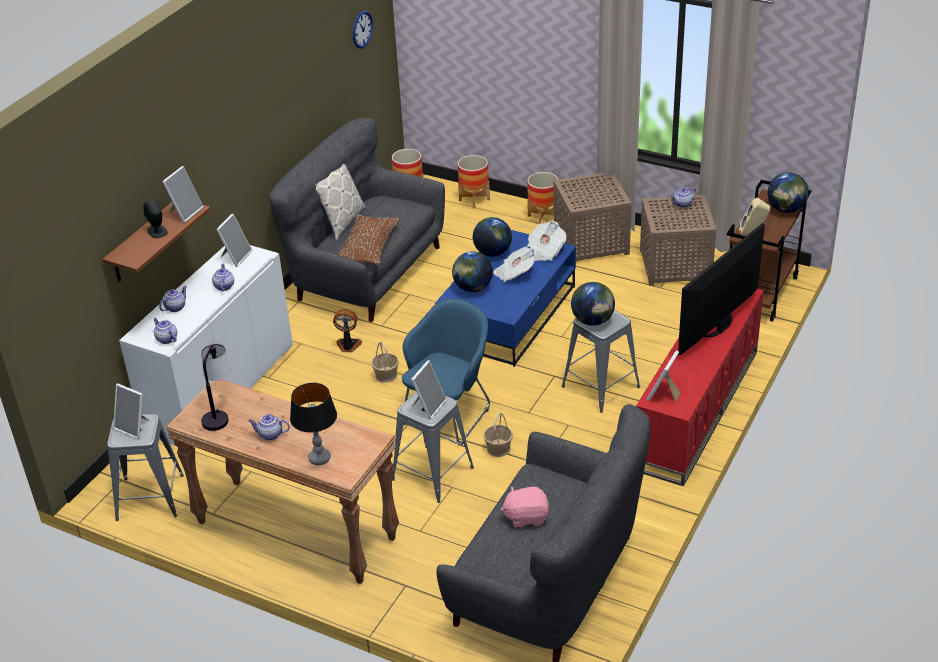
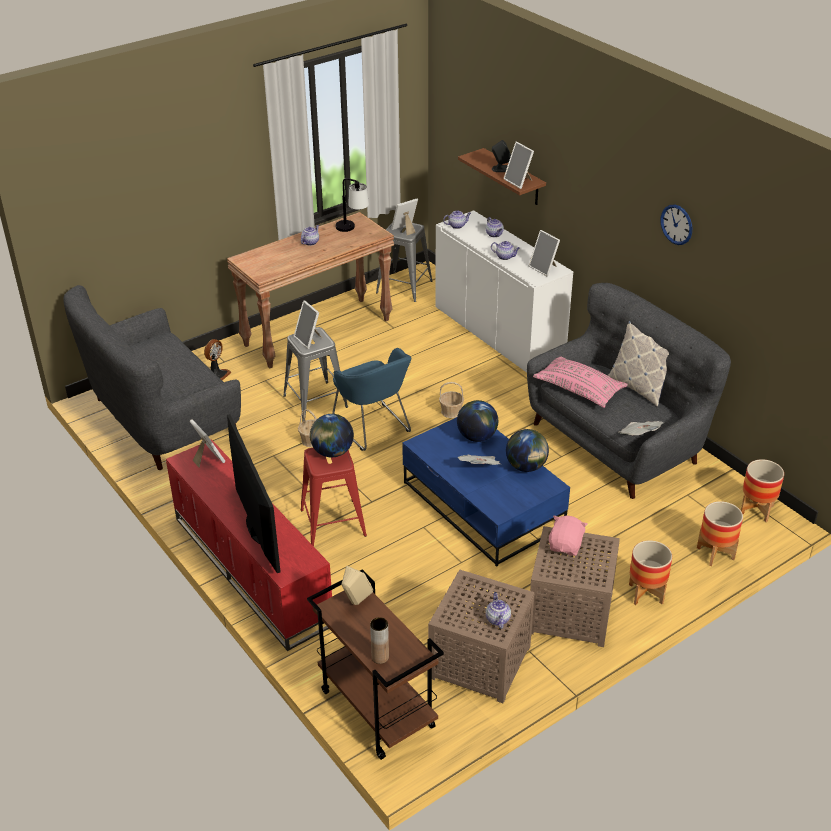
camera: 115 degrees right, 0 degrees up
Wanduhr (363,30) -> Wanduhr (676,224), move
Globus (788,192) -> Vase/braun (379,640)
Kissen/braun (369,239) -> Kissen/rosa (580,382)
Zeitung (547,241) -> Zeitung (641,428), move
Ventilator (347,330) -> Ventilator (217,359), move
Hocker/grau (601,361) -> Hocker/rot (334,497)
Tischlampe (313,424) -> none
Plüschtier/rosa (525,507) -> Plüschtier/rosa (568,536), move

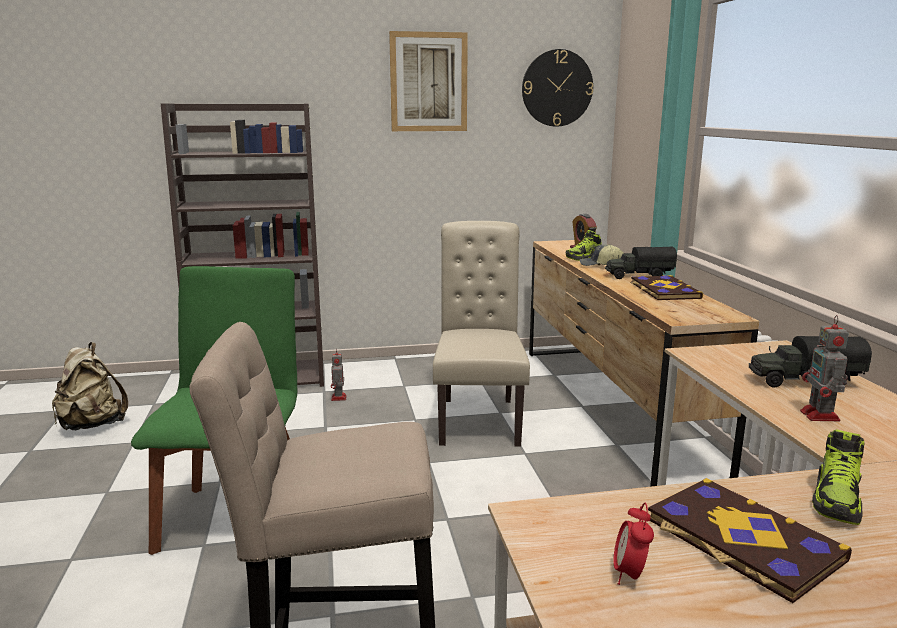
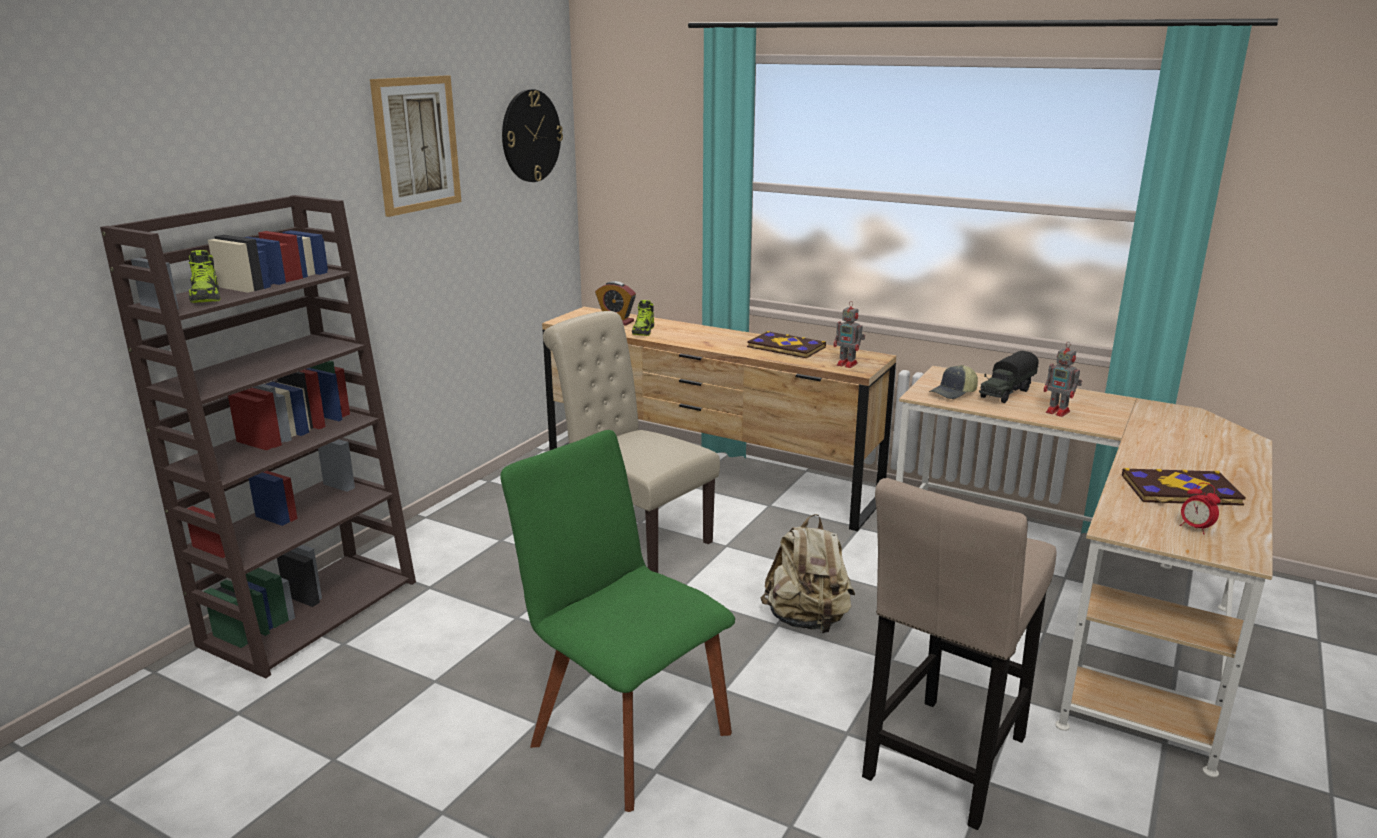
camera: 50 degrees left, 5 degrees up
Kappe (601,255) -> Kappe (953,382), move
Spielzeuglaster (641,263) -> none
Rucksack/beige (90,386) -> Rucksack/beige (807,573), move
Spielzeugroboter (339,374) -> Spielzeugroboter (849,334), move
Schuh (838,477) -> Schuh (204,276), move

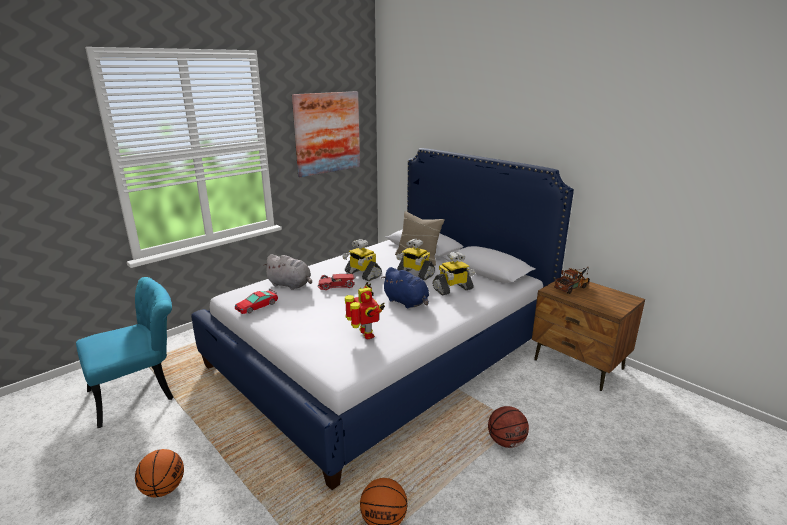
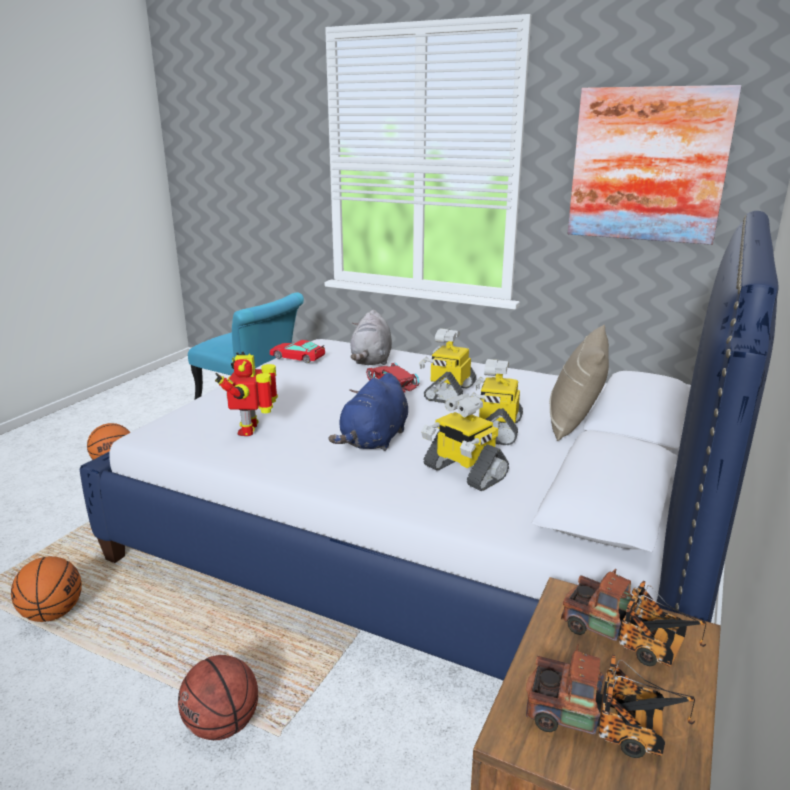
camera: 70 degrees right, 0 degrees up
Spielzeugroboter (365,310) -> Spielzeugroboter (246,394), 135 degrees clockwise
none -> Spielzeuglaster (610,701)

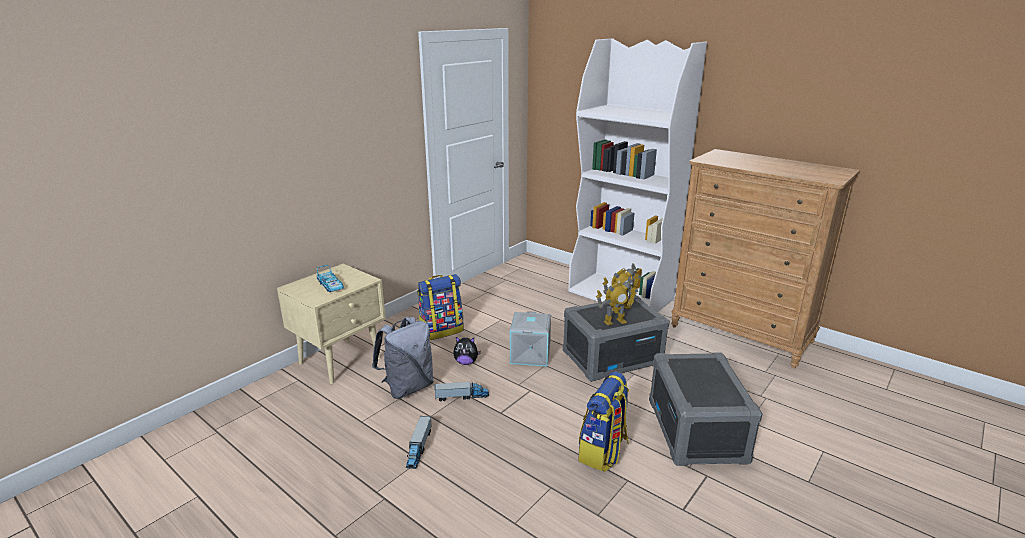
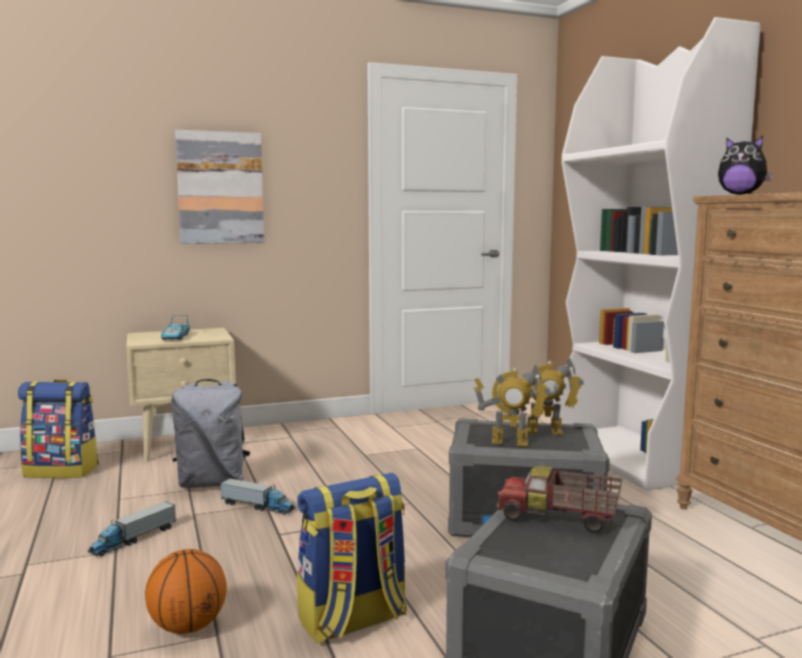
camera: 30 degrees right, 15 degrees down
Rucksack (440,307) -> Rucksack (58,428), move
Aufbewahrungsbox/grau (530,339) -> none
Plüschtier (467,351) -> Plüschtier (745,165), move
none -> Bild (219,187)
none -> Spielzeuglaster (560,499)
none -> Basketball (186,591)

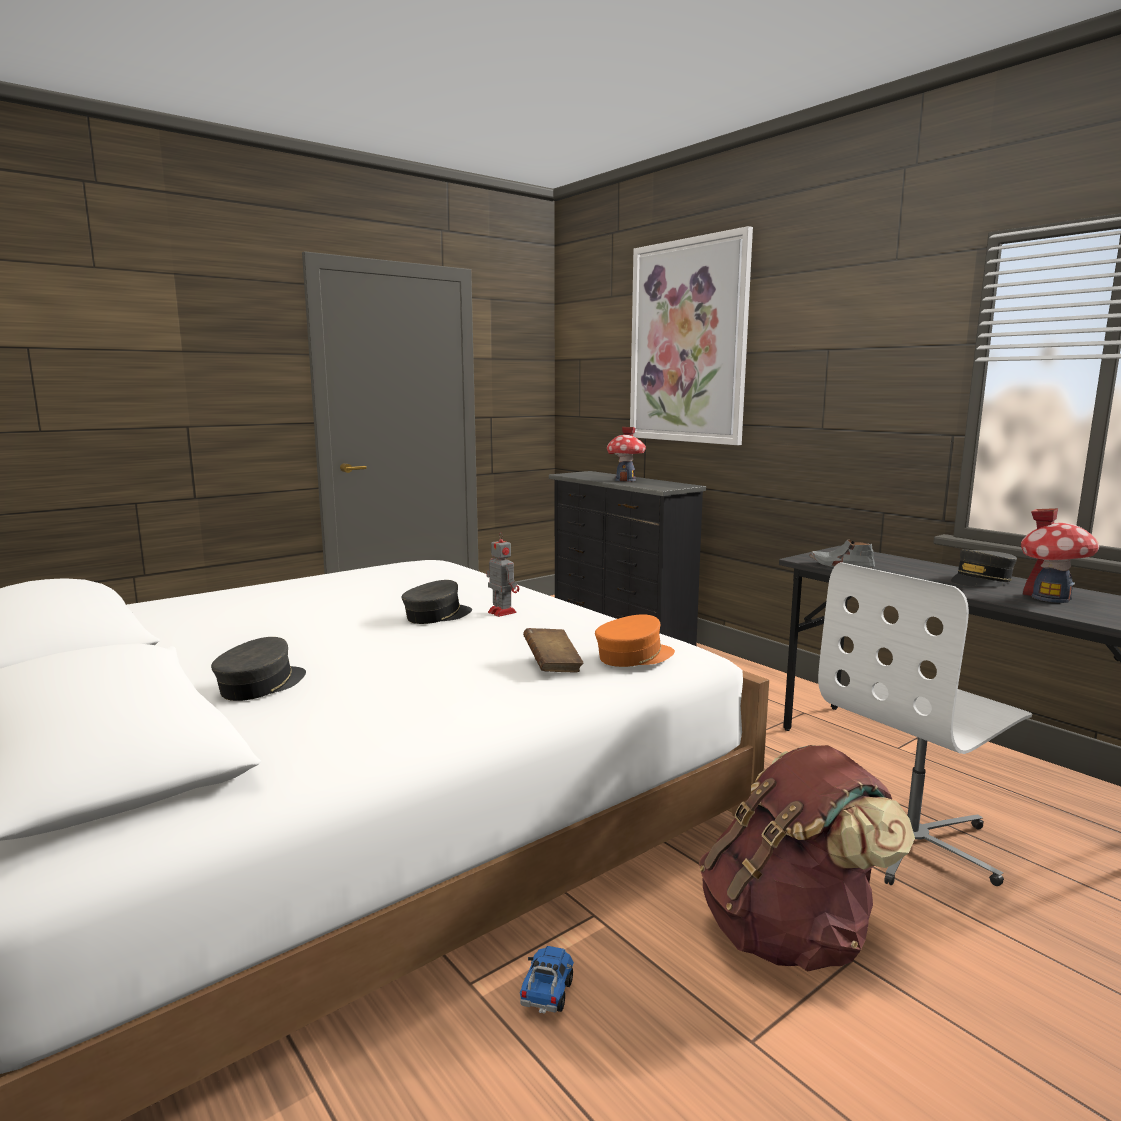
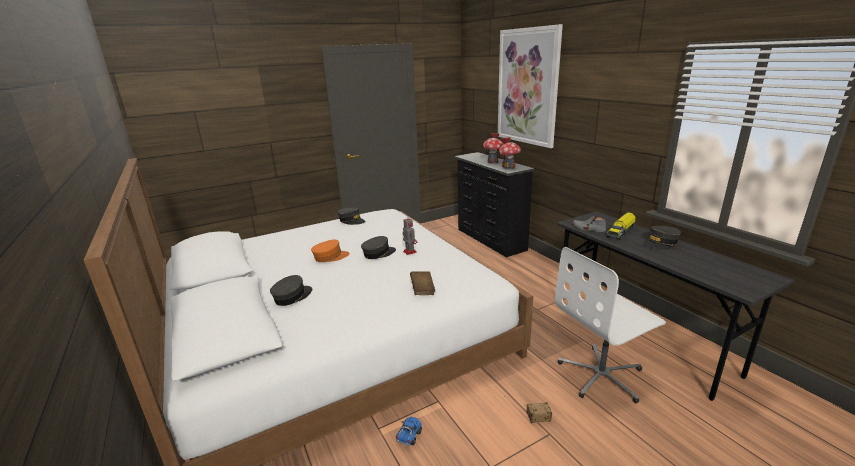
camera: 10 degrees right, 10 degrees up
Spielzeughaus (1060,555) -> Spielzeughaus (510,153), move
Kappe/orange (635,640) -> Kappe/orange (330,251), move
Rucksack/braun (807,858) -> Aufbewahrungsbox (528,409)
none -> Kappe/grau (351,216)
none -> Spielzeuglaster (621,226)

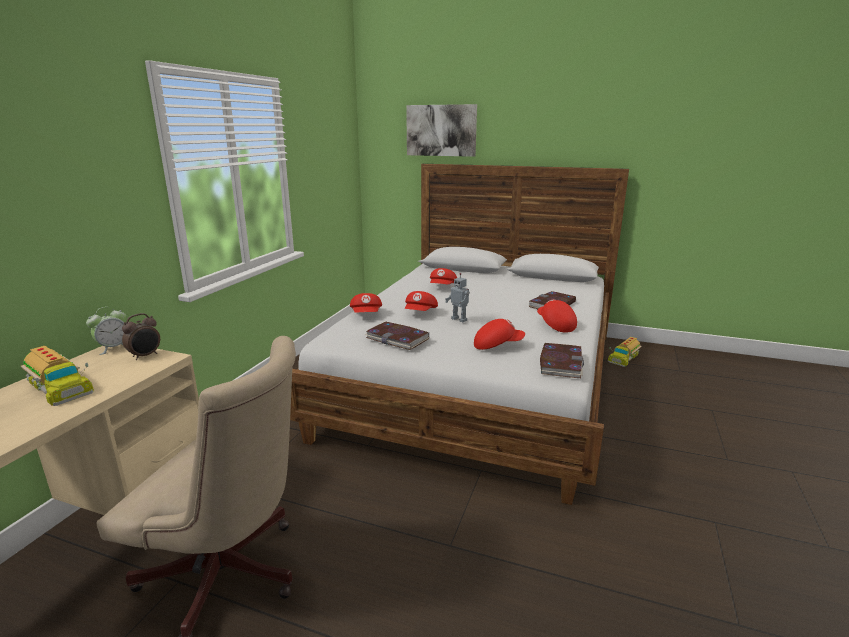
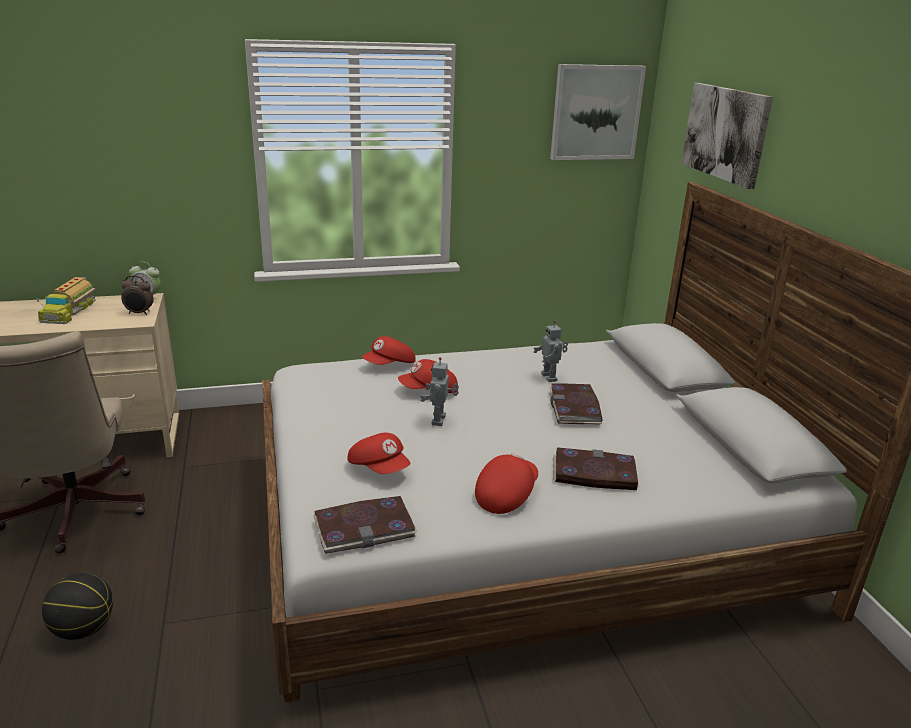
camera: 55 degrees right, 5 degrees up
Kappe/rot (443,276) -> Spielzeugroboter (550,351)
Buch (397,336) -> Buch (576,403), move
Spielzeuglaster (625,352) -> none
none -> Bild (598,112)
none -> Basketball (77,606)

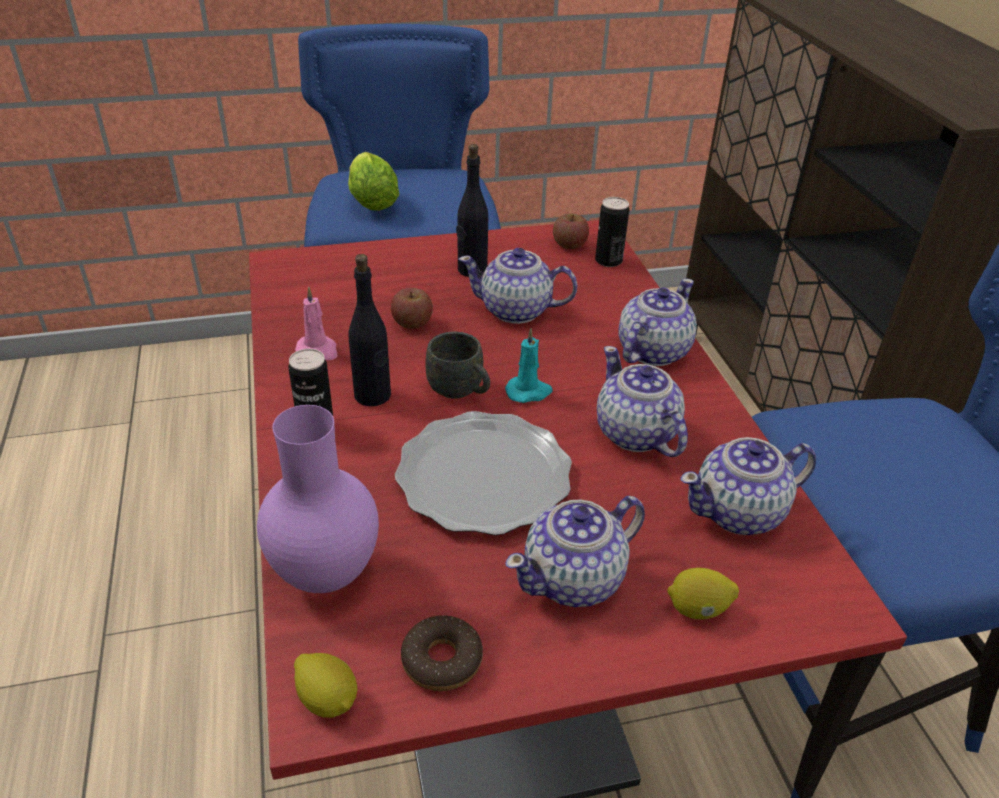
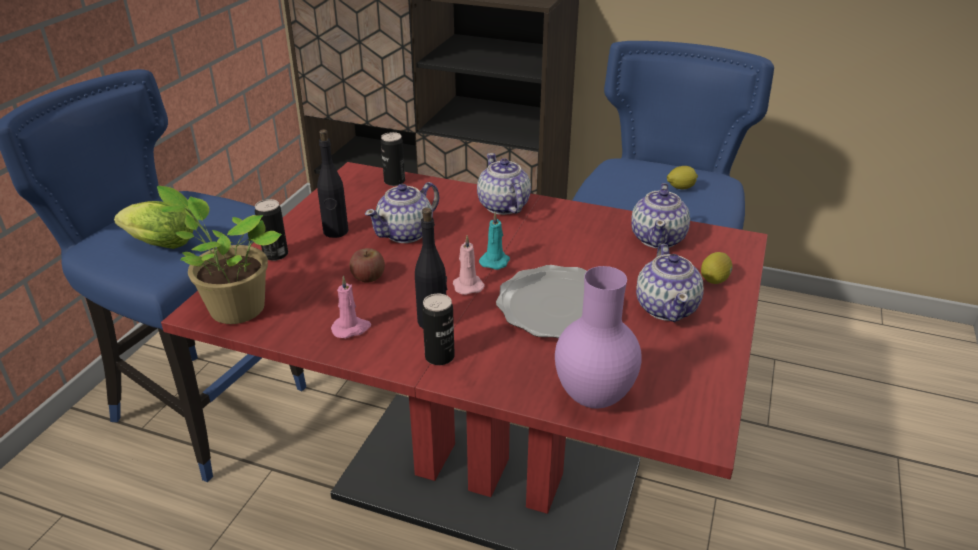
camera: 55 degrees left, 5 degrees down
Apfel (571,231) -> none
Henkelbecher/grau (457,365) -> Kerze/rosa (469,265)
Teekanne (642,401) -> none
Donut (442,653) -> none
Zitrone (325,685) -> Zitrone (682,177), move
none -> Topfpflanze (219,255)
none -> Dose (271,230)

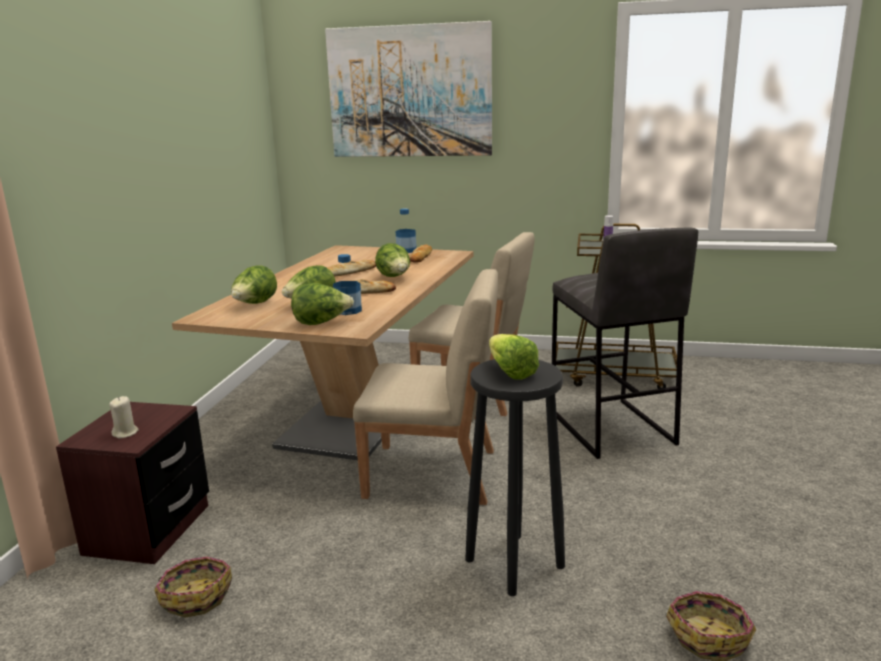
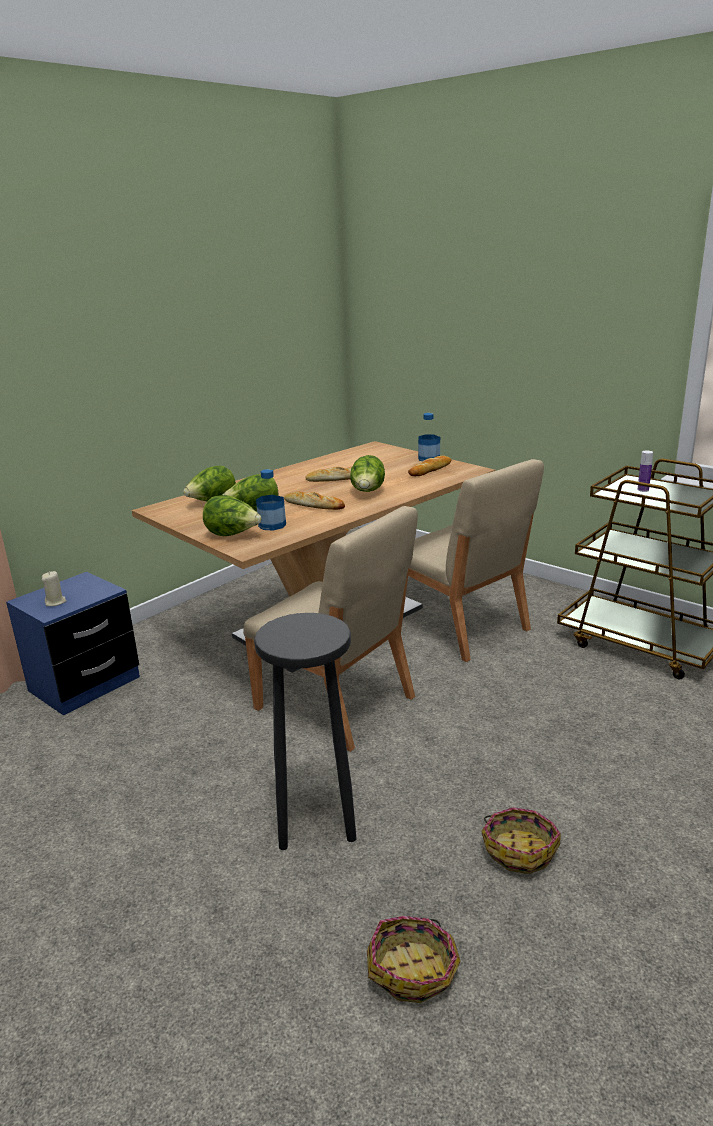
camera: 30 degrees right, 5 degrees up
Bild (408,89) -> none
Hocker/grau (625,343) -> none
Salatkopf (514,357) -> none
Nachttisch/braun (132,483) -> Nachttisch/blau (73,644)
Korb (193,587) -> Korb (521,840), move

